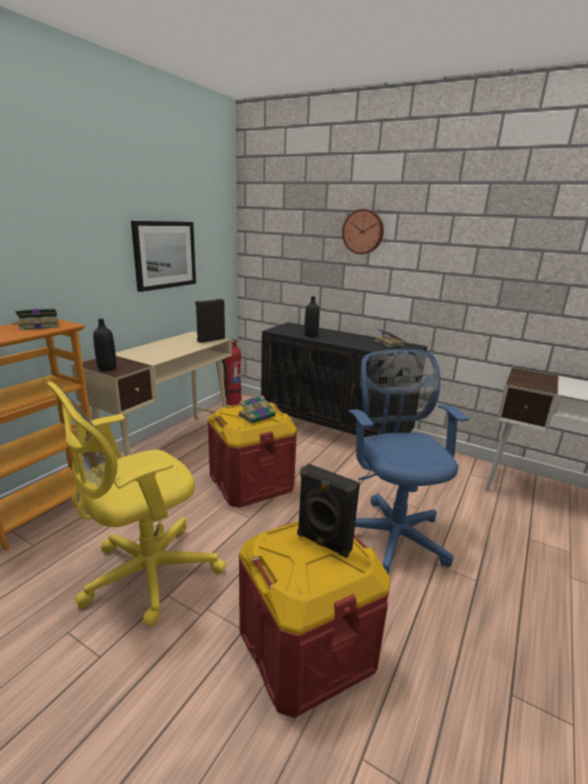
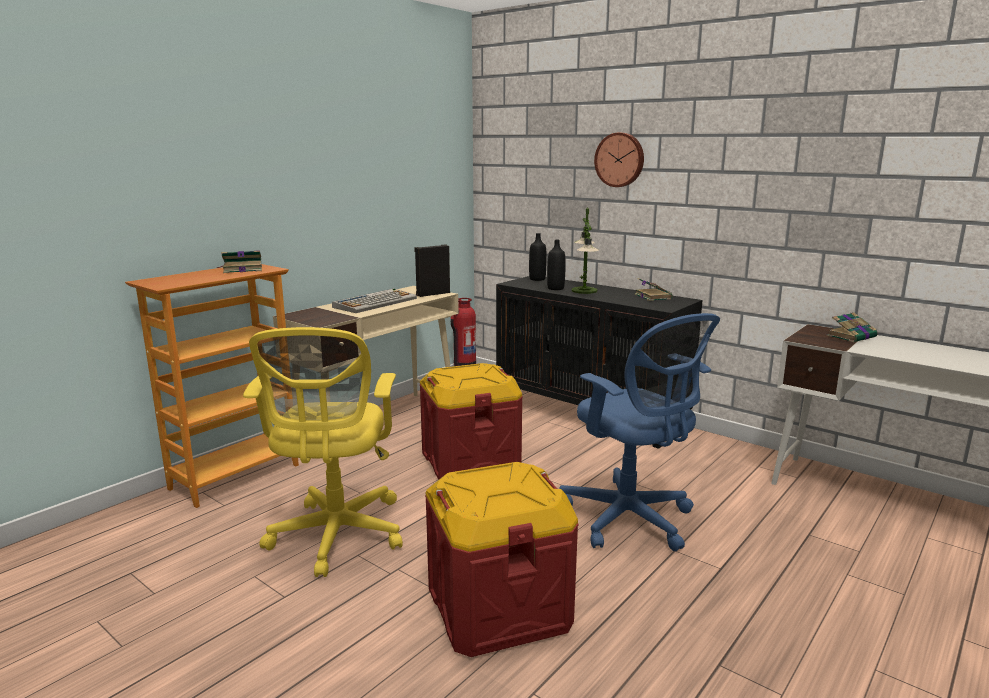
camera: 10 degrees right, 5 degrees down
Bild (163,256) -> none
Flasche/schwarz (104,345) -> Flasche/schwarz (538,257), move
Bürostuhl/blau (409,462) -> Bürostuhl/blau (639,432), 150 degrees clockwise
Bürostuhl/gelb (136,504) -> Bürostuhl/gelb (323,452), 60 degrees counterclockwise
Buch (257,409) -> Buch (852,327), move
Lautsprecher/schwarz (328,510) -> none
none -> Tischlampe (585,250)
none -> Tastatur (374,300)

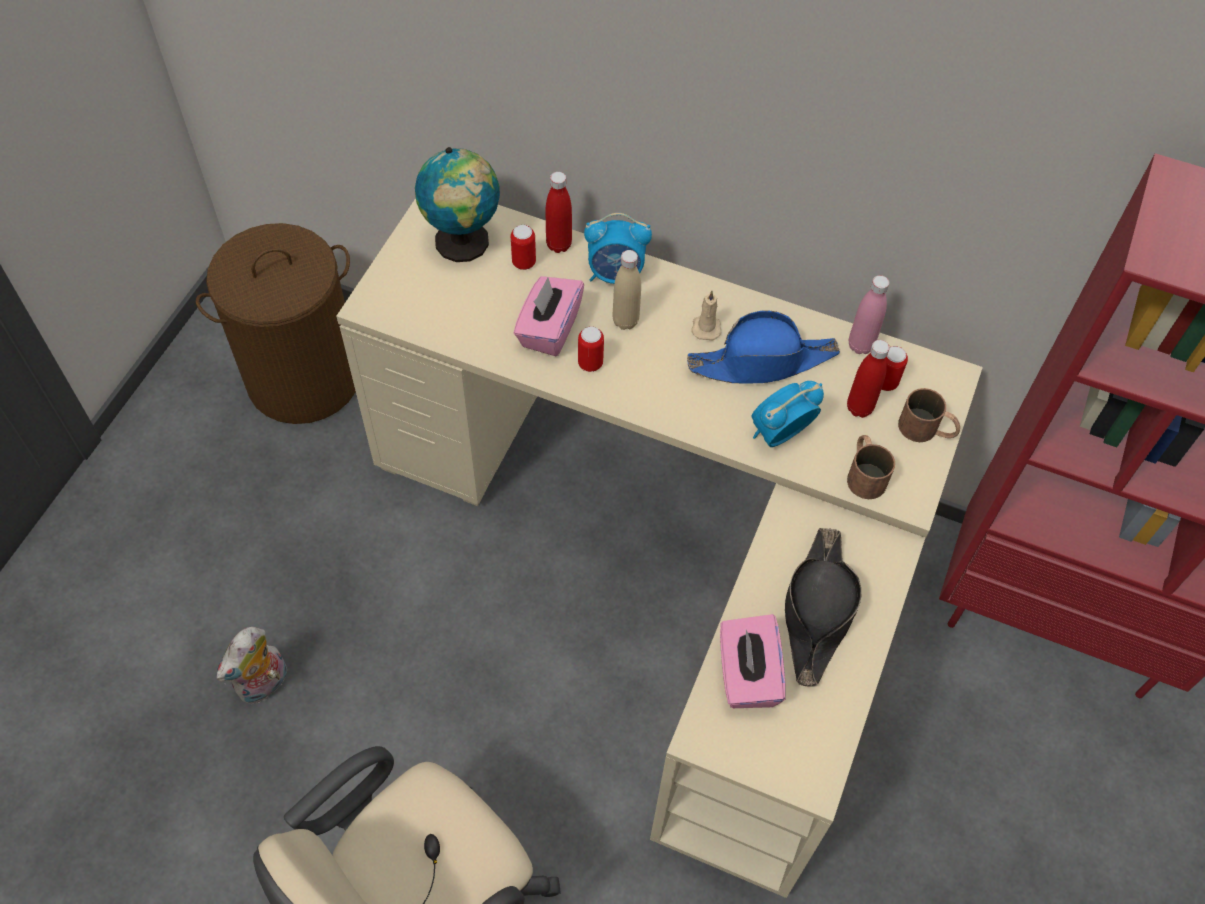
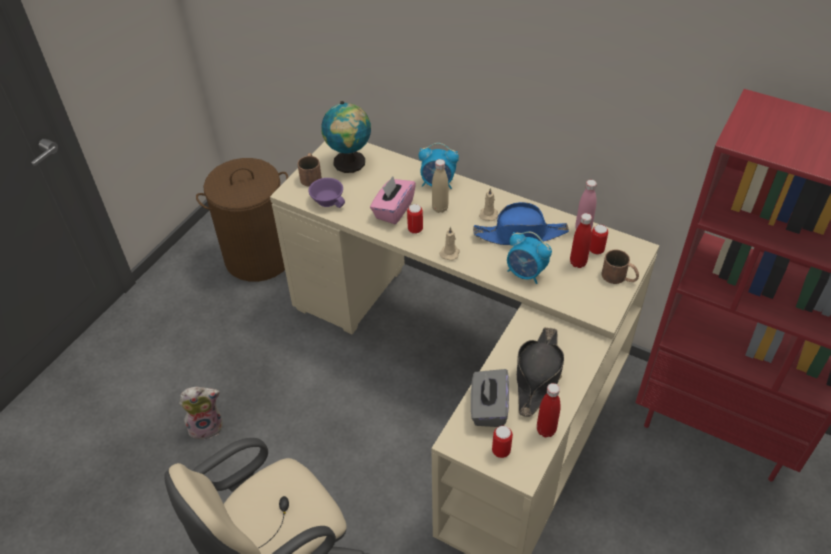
camera: 10 degrees right, 10 degrees down
Flasche/rot (558,212) -> Flasche/rot (549,410), move
Dose (523,247) -> Dose (502,442), move
Wecker (788,414) -> Wecker (529,257), 120 degrees counterclockwise
Henkelbecher/braun (871,467) -> Henkelbecher/braun (310,170), move
Taschentuchbox/rosa (753,661) -> Taschentuchbox/grau (490,398)
Plüschtier (252,665) -> Plüschtier (201,414), 150 degrees counterclockwise
none -> Tasse/lila (326,193)
none -> Kerze/beige (450,244)

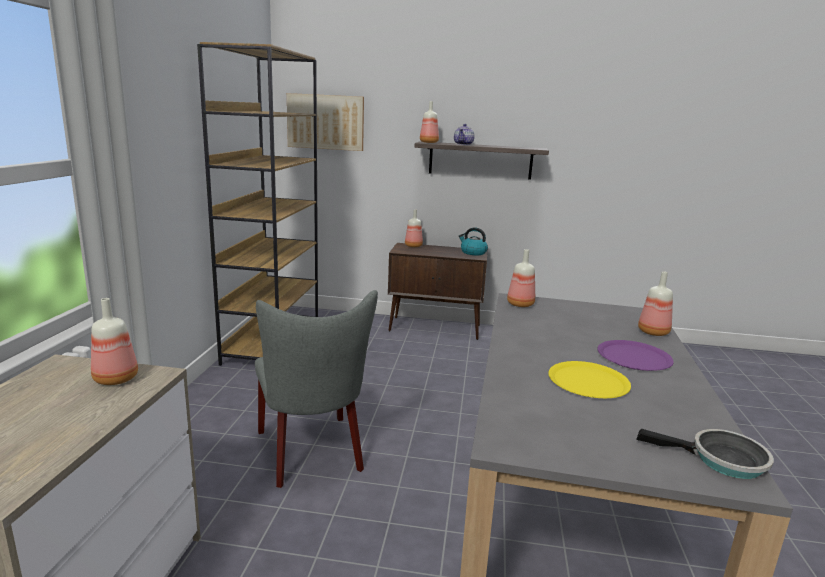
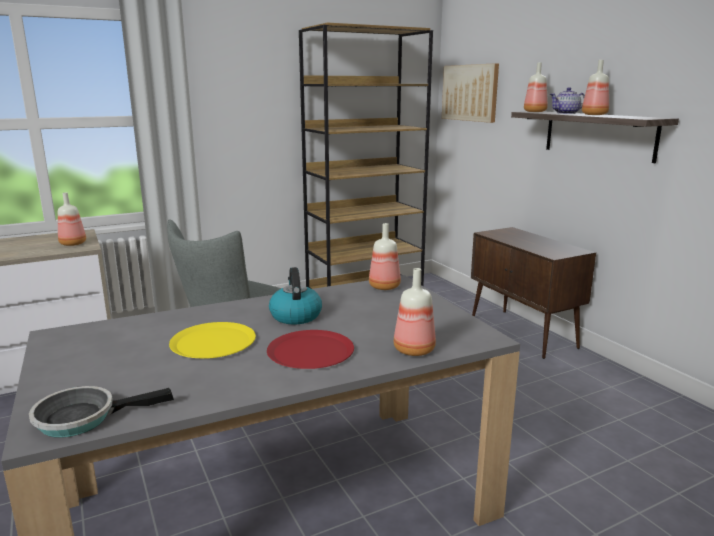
camera: 55 degrees right, 0 degrees up
Flasche (414,228) -> Flasche (595,87), move
Wasserkessel (473,241) -> Wasserkessel (295,295), move
Teller/lila (635,355) -> Teller/rot (310,349)
Pfanne (705,454) -> Pfanne (101,412), 90 degrees clockwise

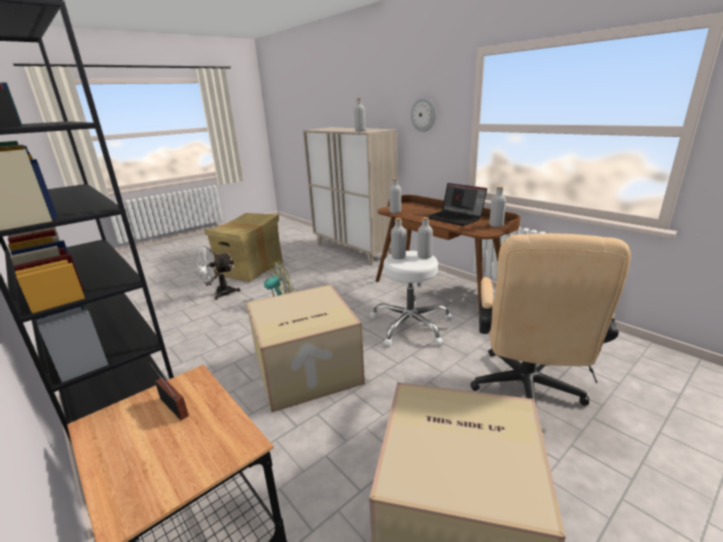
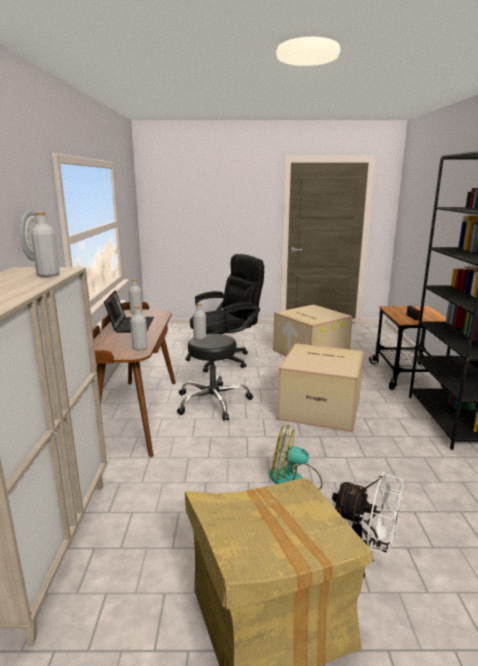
camera: 140 degrees left, 5 degrees down
Flasche/grau (398,238) -> none
Bürostuhl/beige (550,320) -> Bürostuhl/schwarz (224,313)
Hocker/weiß (411,299) -> Hocker/schwarz (215,377)

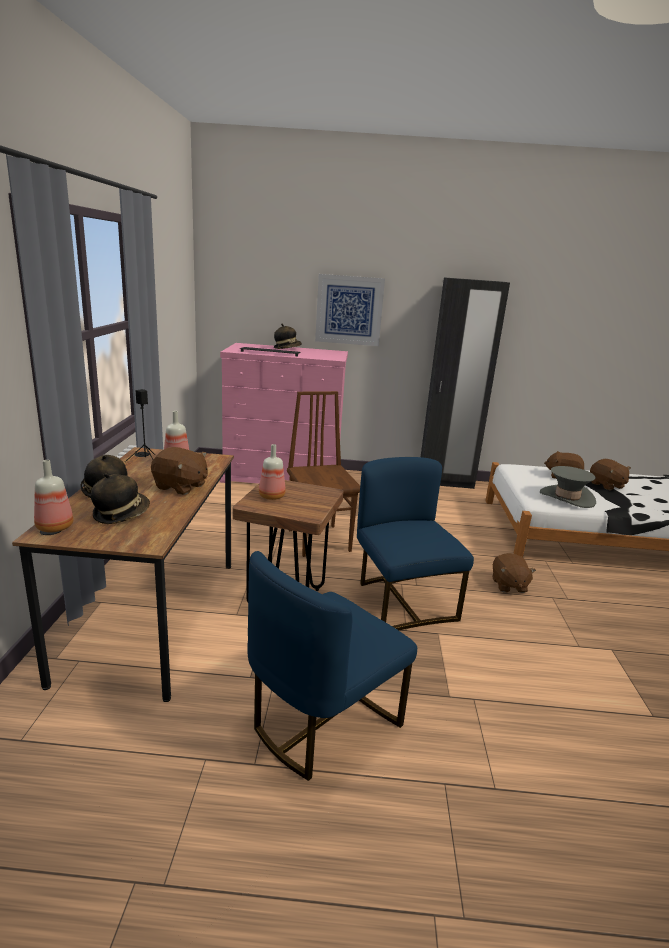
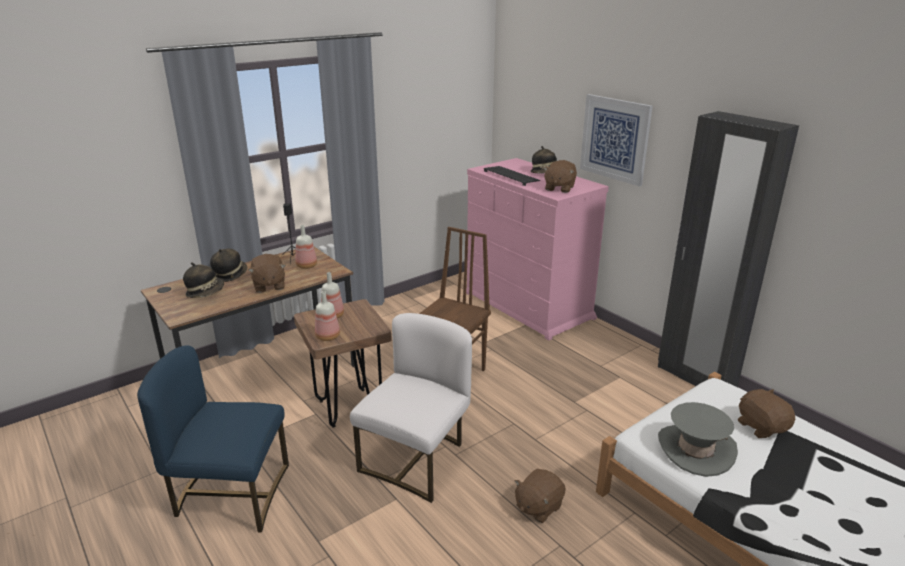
camera: 50 degrees right, 5 degrees up
Stuhl/blau (415,543) -> Stuhl/weiß (411,408)
Plüschtier/braun (610,474) -> Plüschtier/braun (560,176), move
Flasche (54,496) -> Flasche (327,316), move

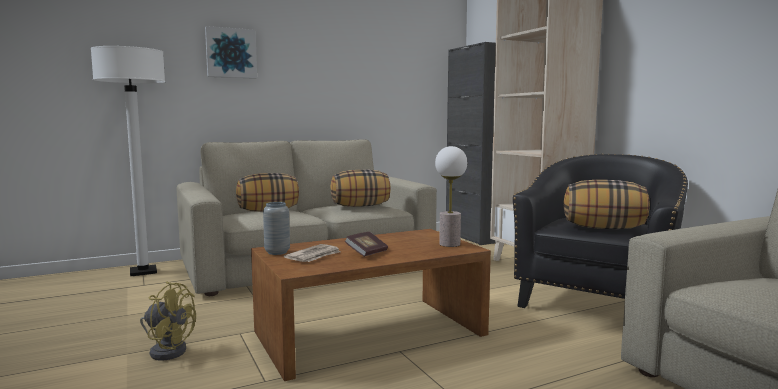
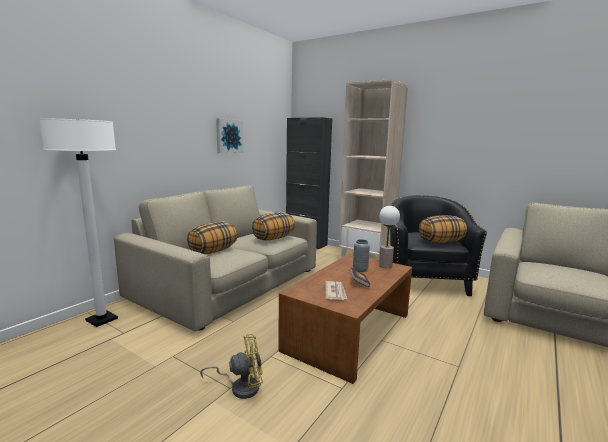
camera: 30 degrees left, 5 degrees up
Bild (231,52) -> Bild (229,136), move
Vase/grau (276,228) -> Vase/grau (361,255), move

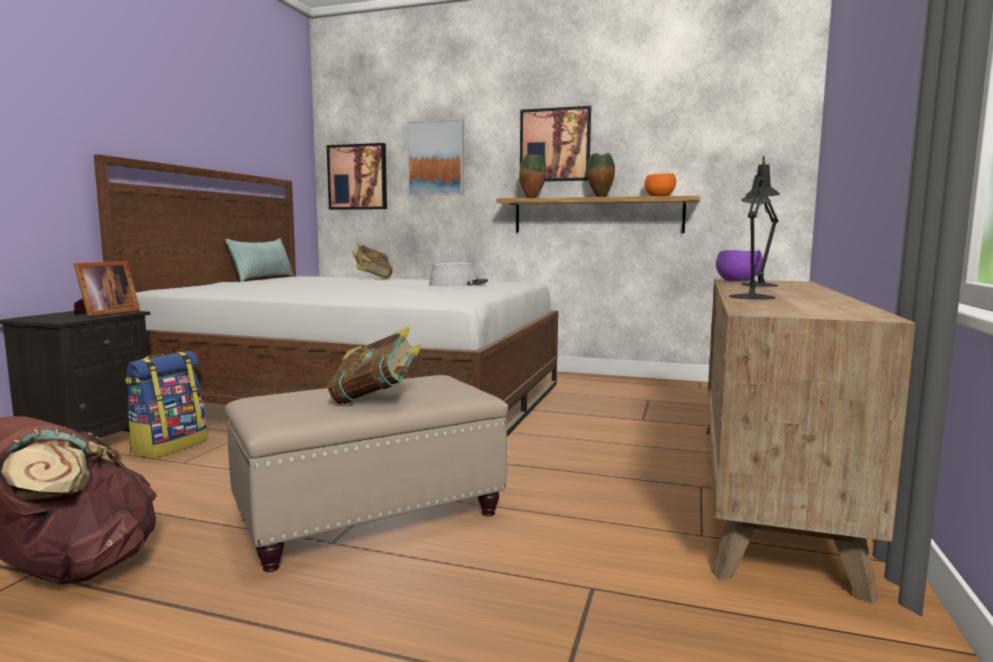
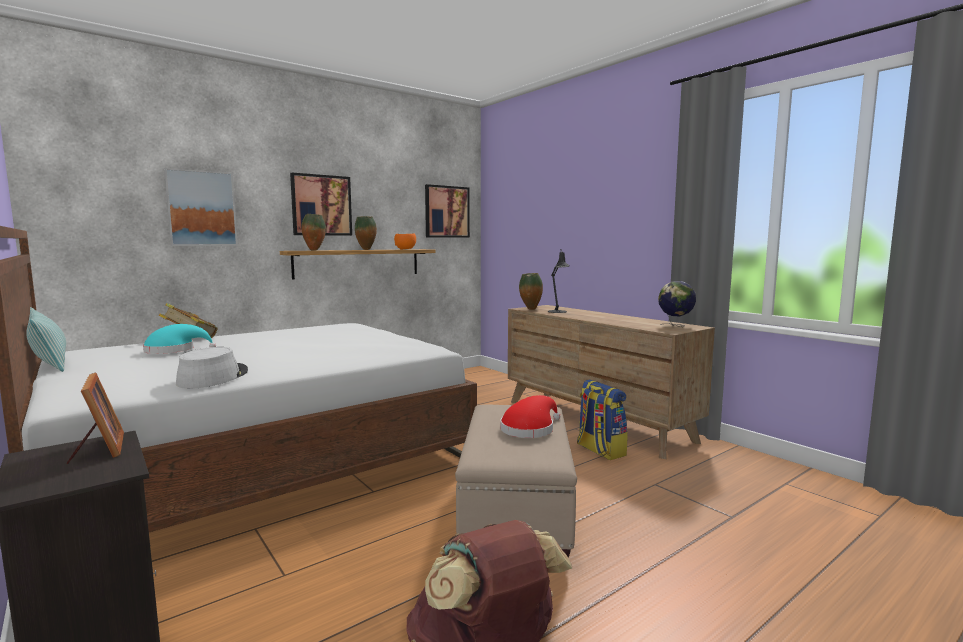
camera: 55 degrees left, 0 degrees up
Bild (357,176) -> Bild (447,211), move
Tischlampe/schwarz (754,227) -> none
Schüssel/lila (739,265) -> Vase (531,291)
Hut/grau (458,274) -> Hut/grau (212,368), move
Buch (374,365) -> Hut/rot (530,416)
Rucksack (166,404) -> Rucksack (602,420), move
none -> Globus (677,304)
none -> Hut/türkis (179,339)

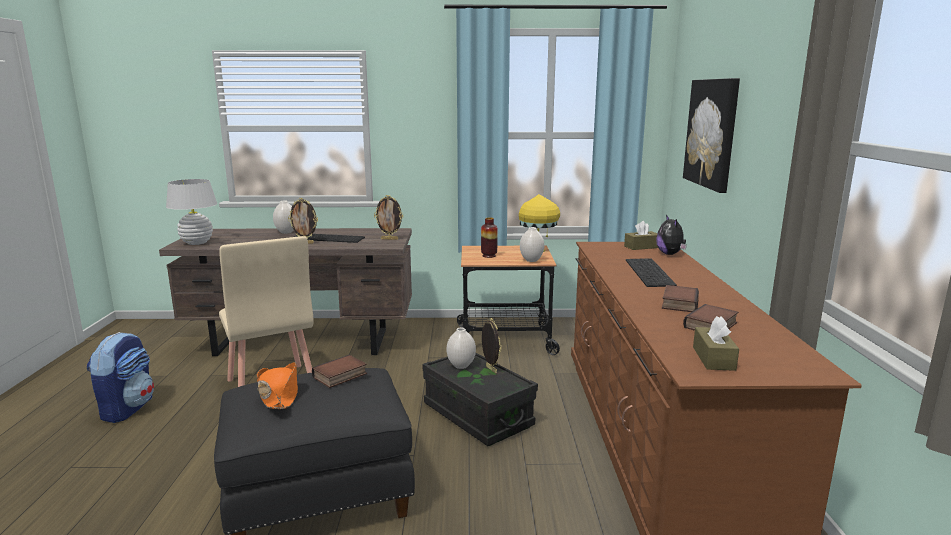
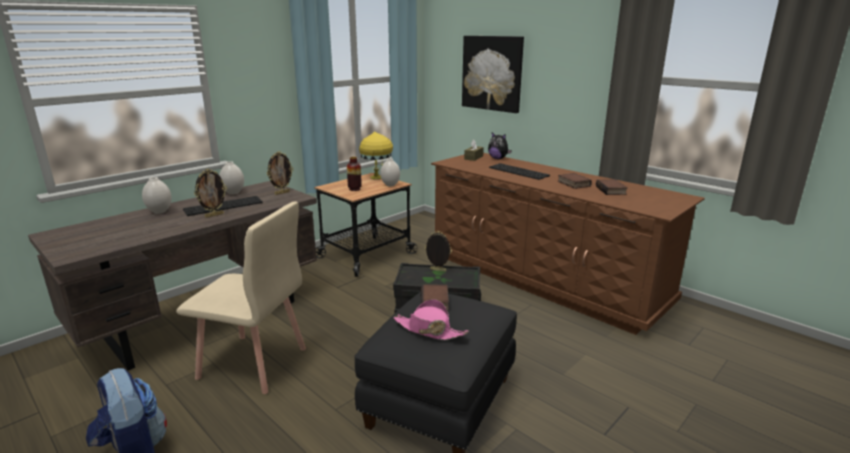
camera: 45 degrees left, 5 degrees up
Tischlampe/weiß (191,212) -> none
Taschentuchbox/braun (716,343) -> none
Vase/weiß (461,348) -> Vase/weiß (231,178), move
Hut/orange (277,385) -> Hut/rosa (431,319)

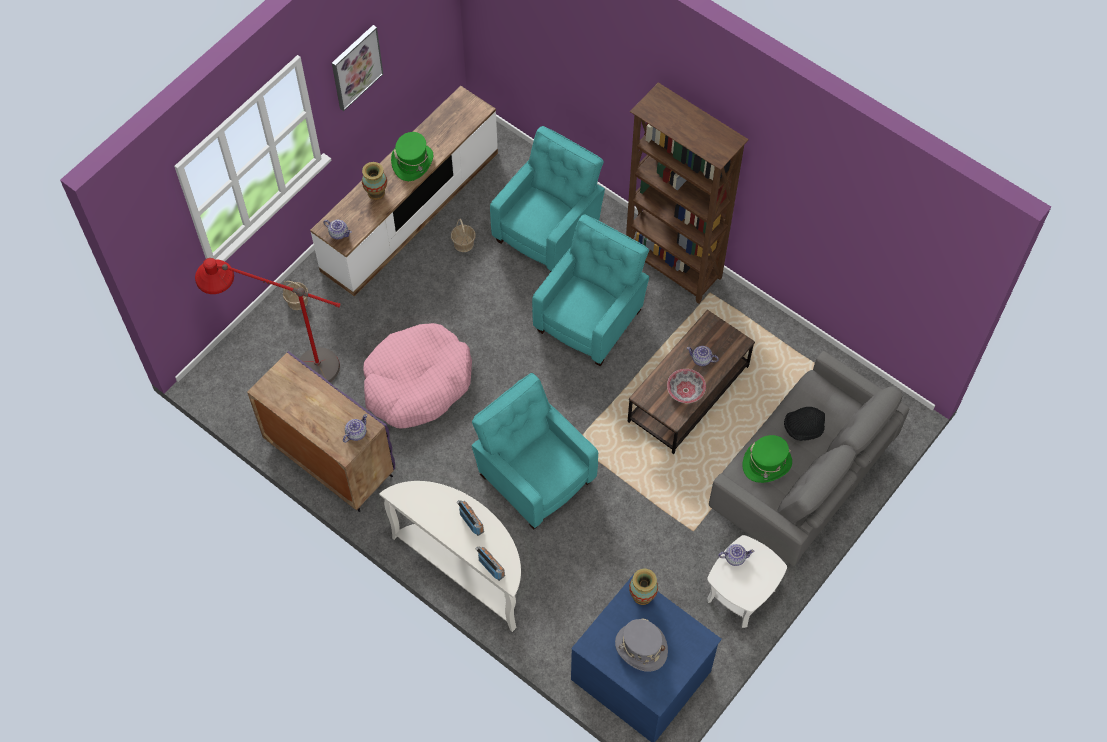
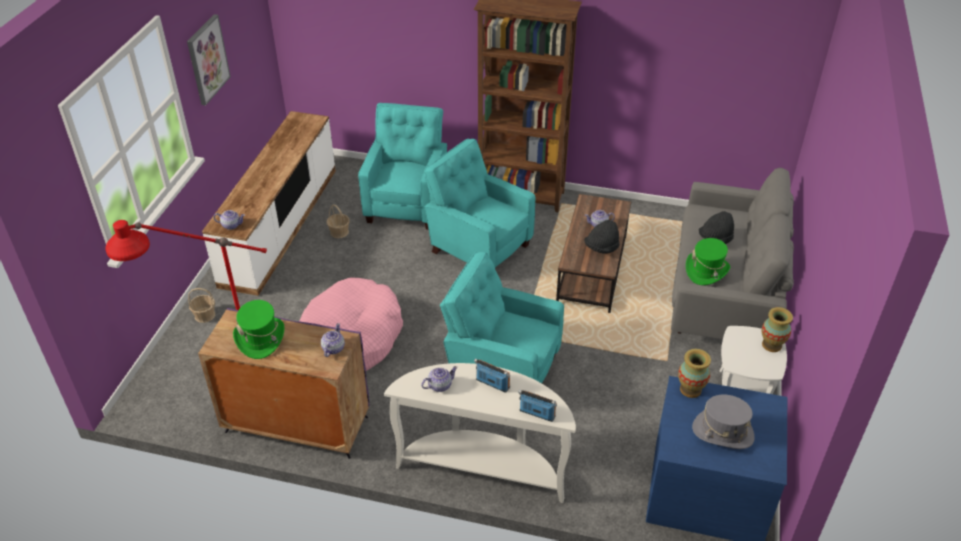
camera: 25 degrees left, 20 degrees down
Hut/grün (412,156) -> Hut/grün (258,329), move
Vase (374,181) -> Vase (777,329), move
Sessel/türkis (590,290) -> Sessel/türkis (479,203), 60 degrees counterclockwise
Schüssel (686,386) -> Hut/schwarz (602,237)
Teekanne (736,555) -> Teekanne (439,379), move

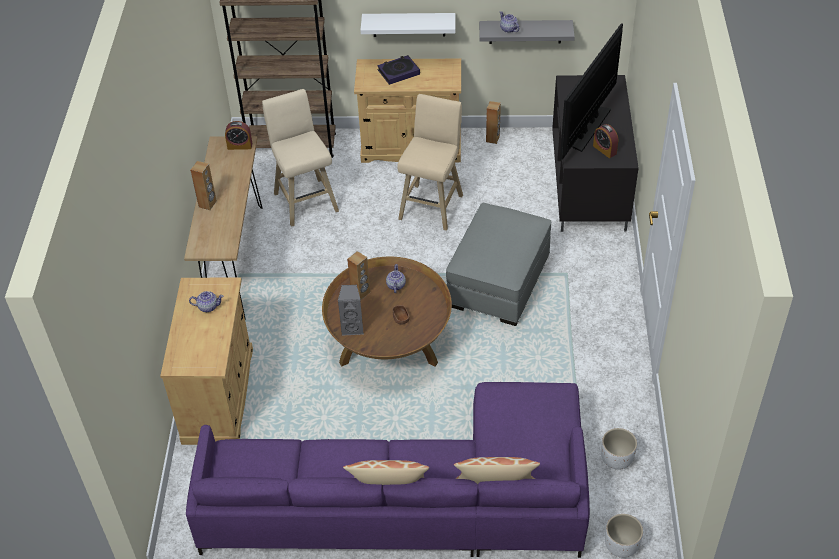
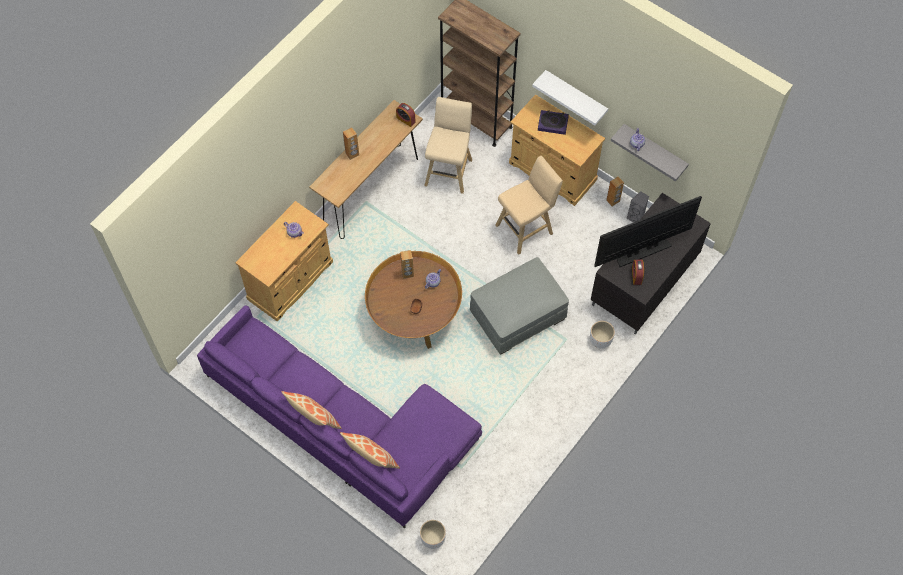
camera: 35 degrees right, 15 degrees up
Lautsprecher/grau (351,310) -> Lautsprecher/grau (637,207), move
Pflanzkübel/weiß (619,449) -> Pflanzkübel/weiß (602,335), move

